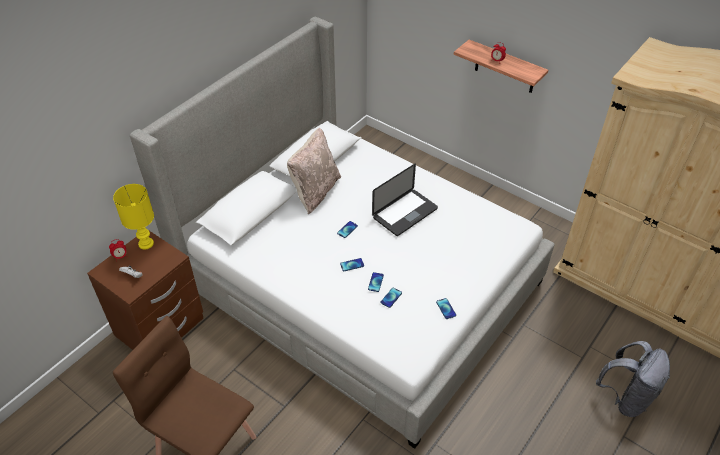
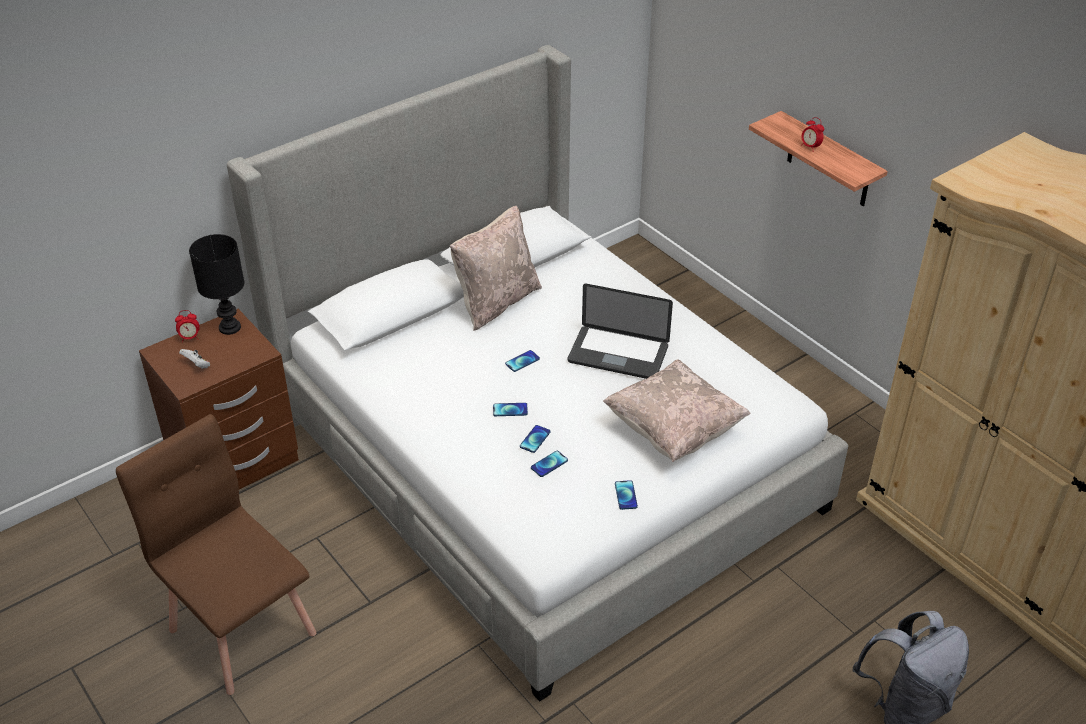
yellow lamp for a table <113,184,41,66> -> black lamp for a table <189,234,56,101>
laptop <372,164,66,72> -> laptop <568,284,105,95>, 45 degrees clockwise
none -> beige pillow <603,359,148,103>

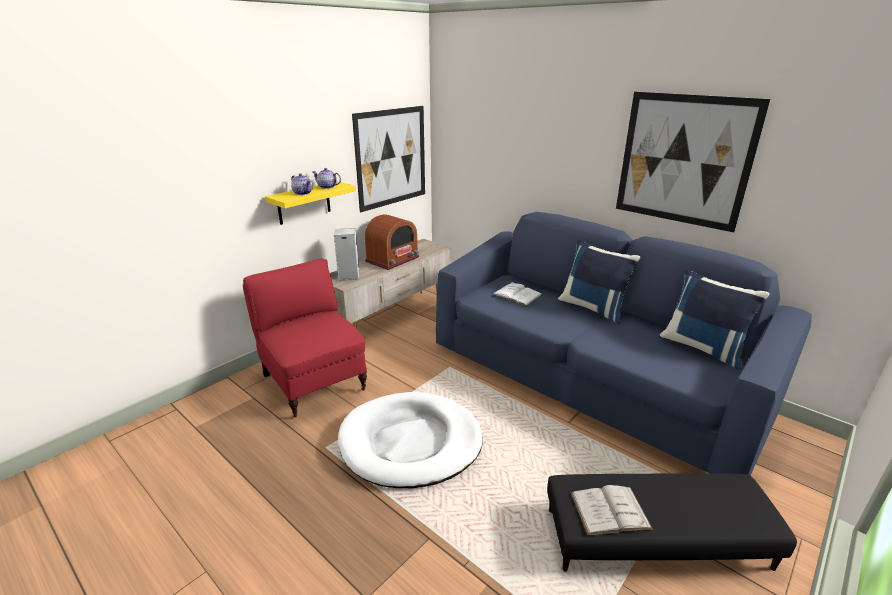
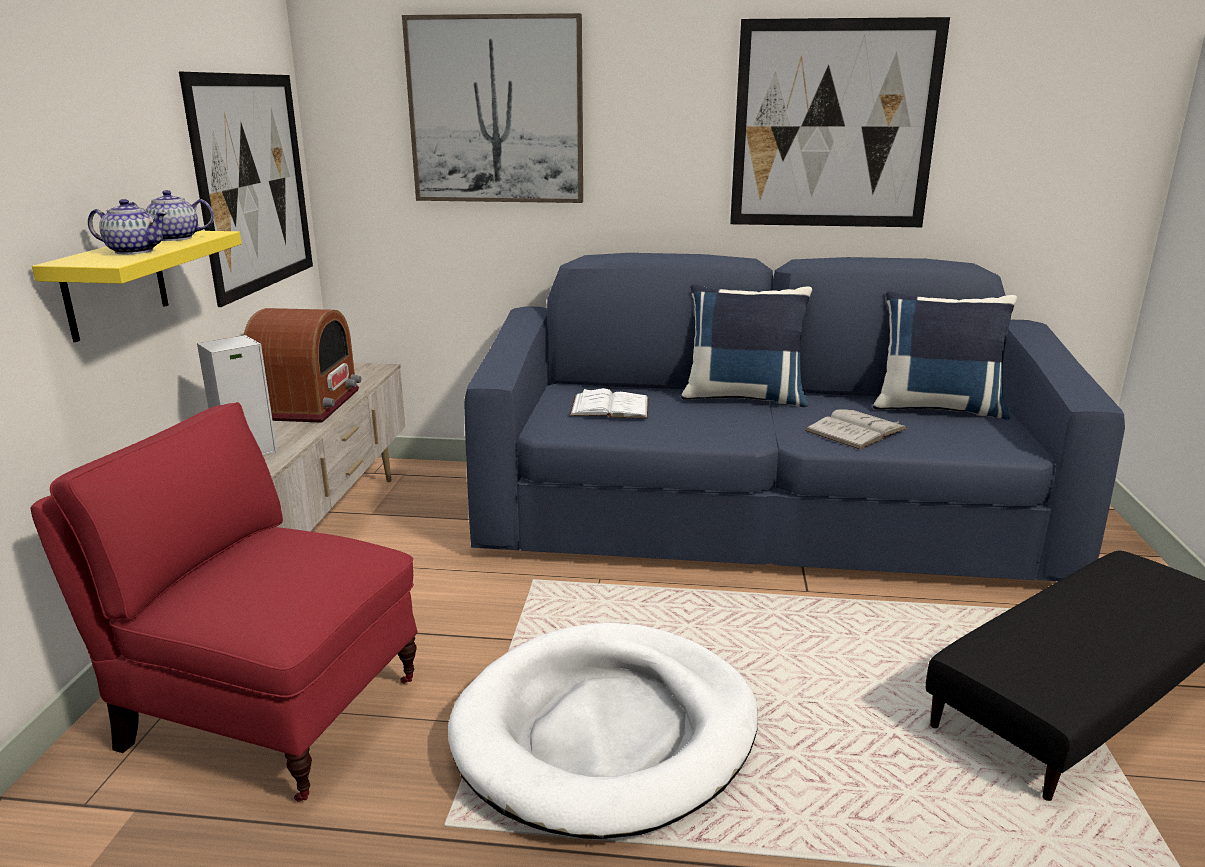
white-coloured book <571,485,82,51> -> white-coloured book <805,409,102,41>, moved
none -> picture <402,13,181,190>

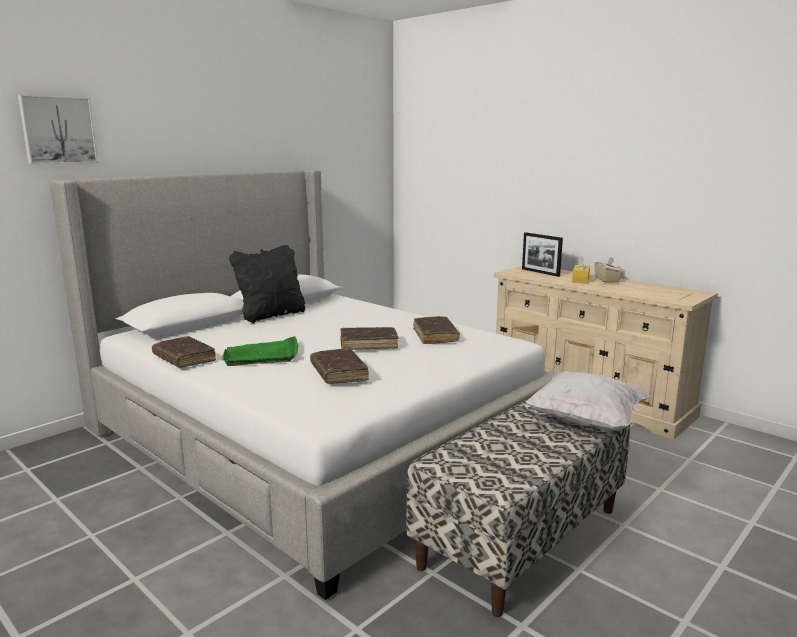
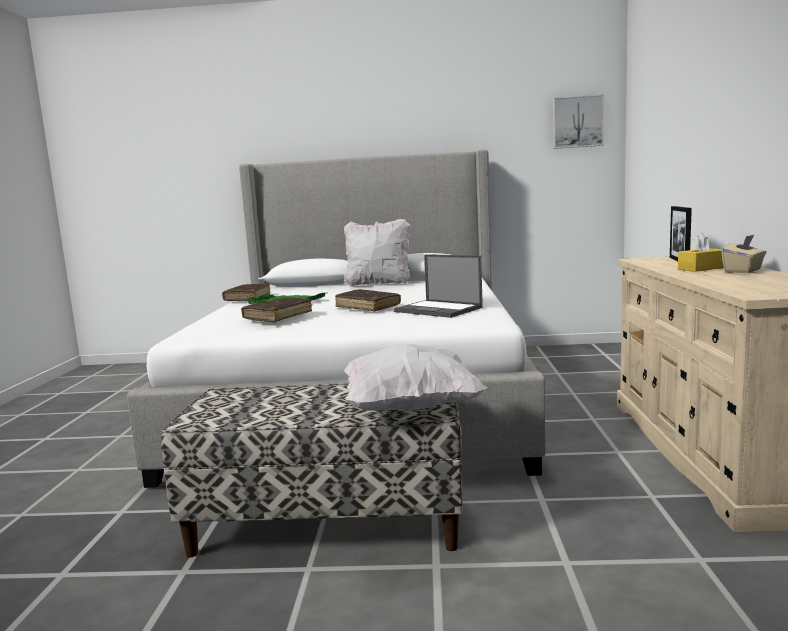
picture <18,95,80,69> -> picture <553,94,51,55>, moved
black pillow <229,245,76,78> -> white-coloured pillow <344,219,66,68>
brown book <413,316,47,28> -> laptop <394,254,89,64>

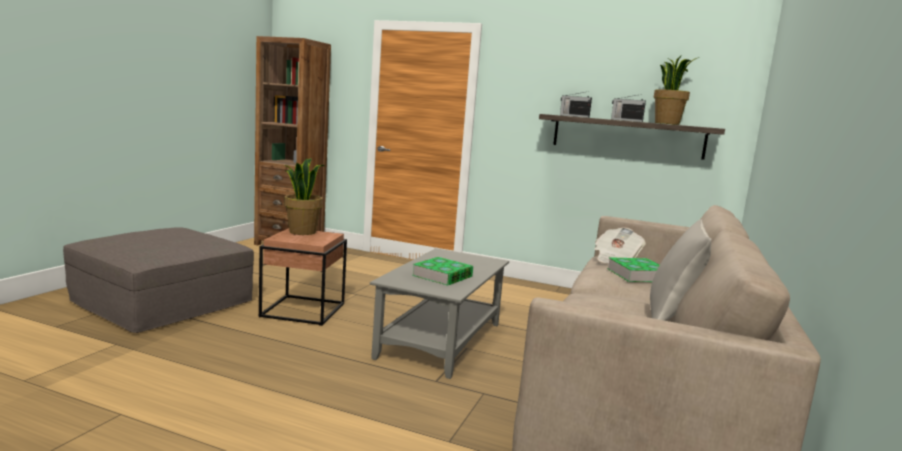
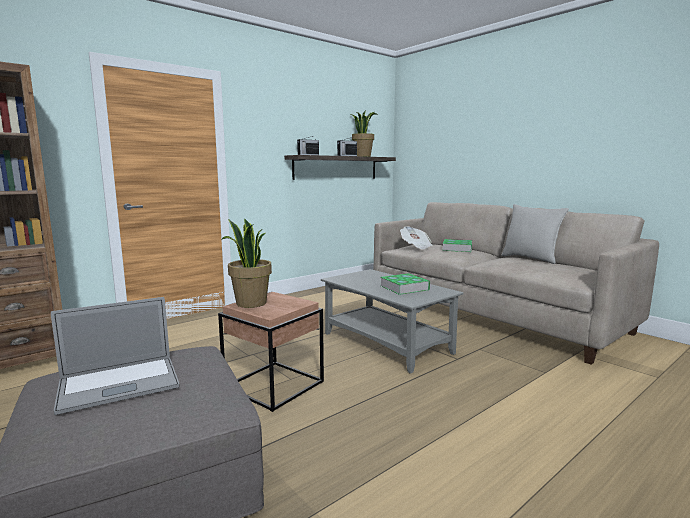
none -> laptop <51,297,128,118>

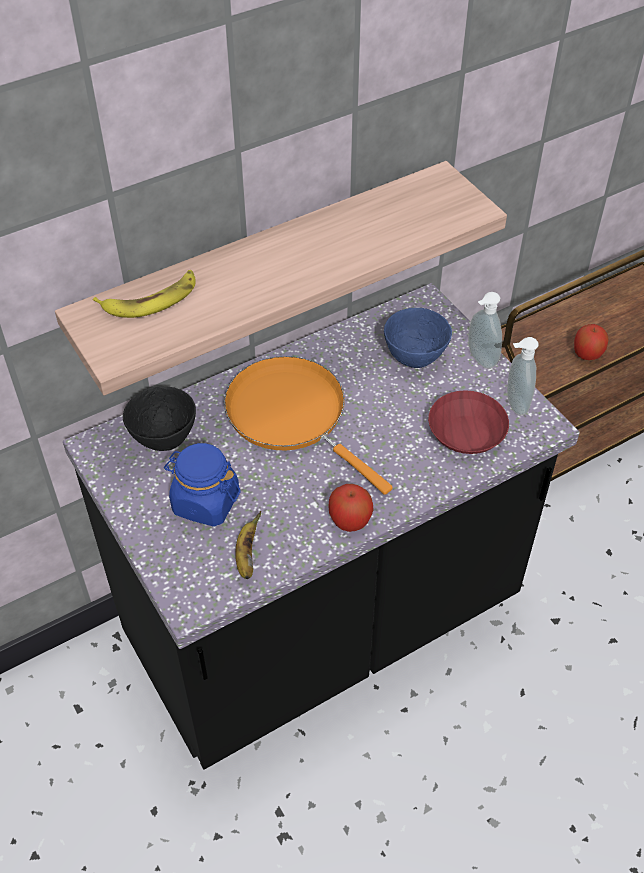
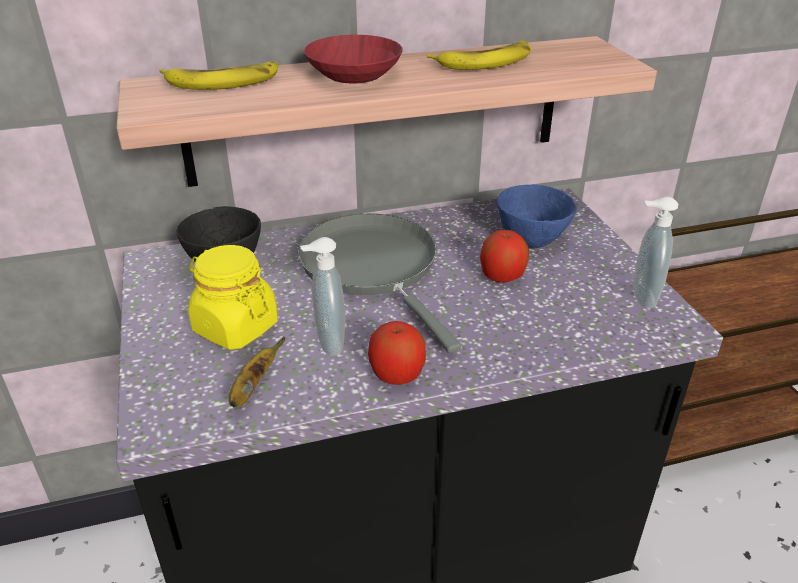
blue-coloured preserve jar <164,443,77,84> -> yellow preserve jar <188,245,90,105>
orange-coloured skillet <224,356,169,139> -> grey skillet <298,214,163,139>
red bowl <428,390,81,64> -> red bowl <304,35,99,48>, moved
liquid soap bottle <468,292,34,77> -> liquid soap bottle <300,237,45,119>, moved
whole apple <574,324,35,36> -> whole apple <480,230,49,53>, moved
none -> banana <427,40,104,30>

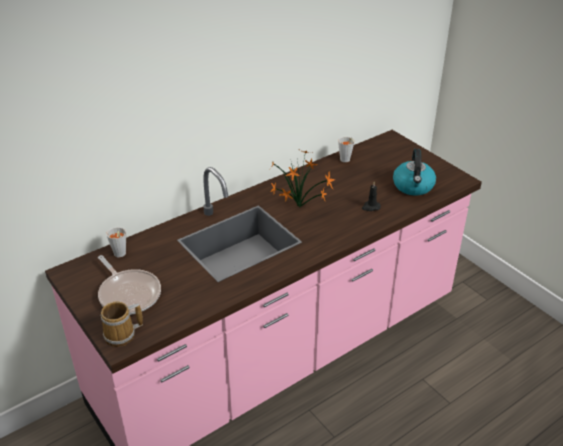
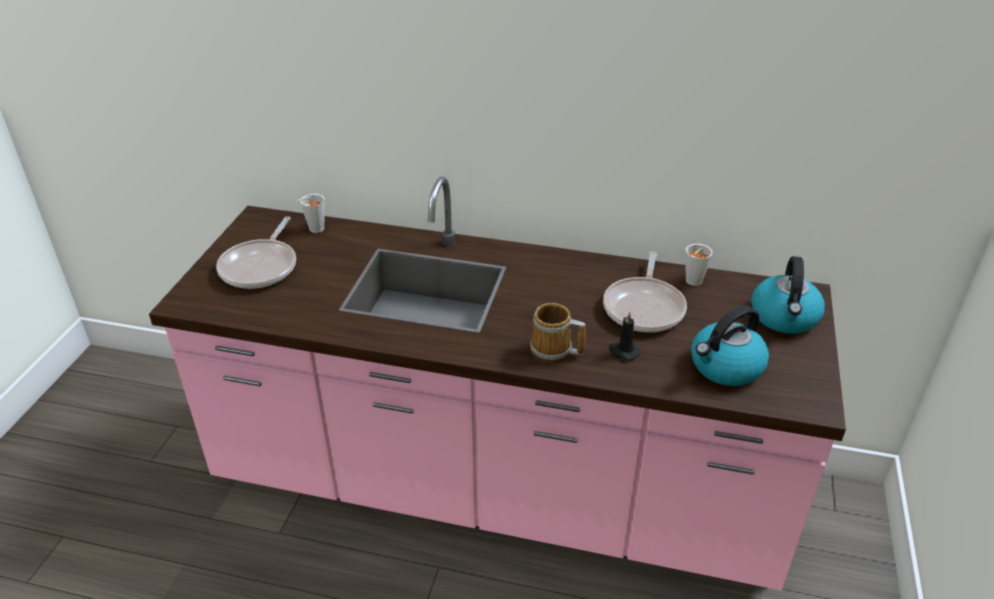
coffee mug <100,301,43,46> -> coffee mug <530,303,56,60>, moved
houseplant <269,150,66,57> -> none
none -> skillet <603,252,84,80>
none -> water kettle <751,256,74,78>

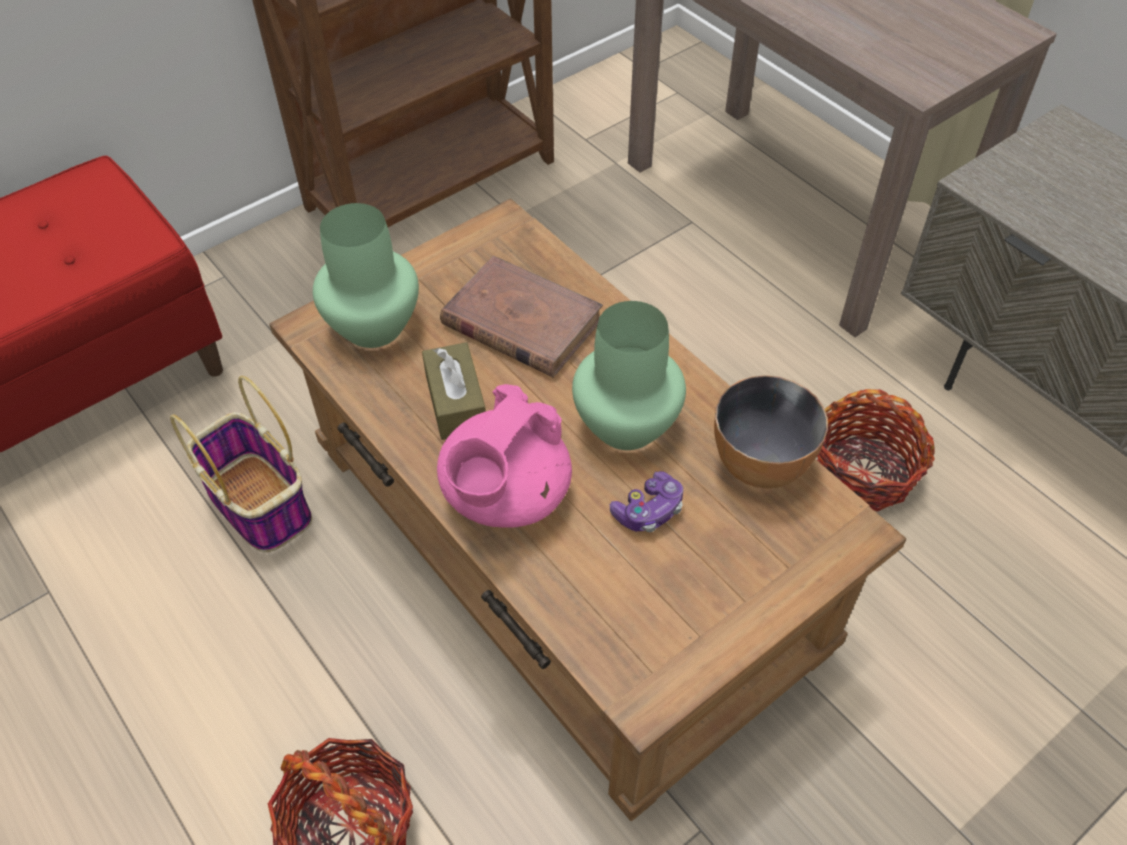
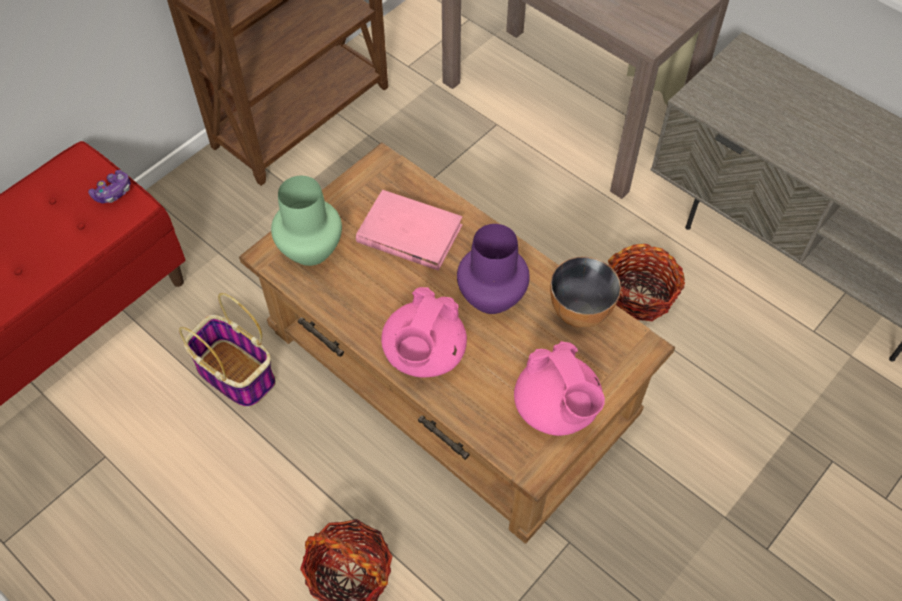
brown box of tissues <422,342,64,98> -> none
brown book <440,256,163,122> -> pinkish book <356,190,107,81>
greenish vase <572,301,114,149> -> purple-coloured vase <457,224,73,90>
joypad <610,471,73,61> -> joypad <88,170,43,33>, moved
none -> pinkish teapot <514,341,91,95>

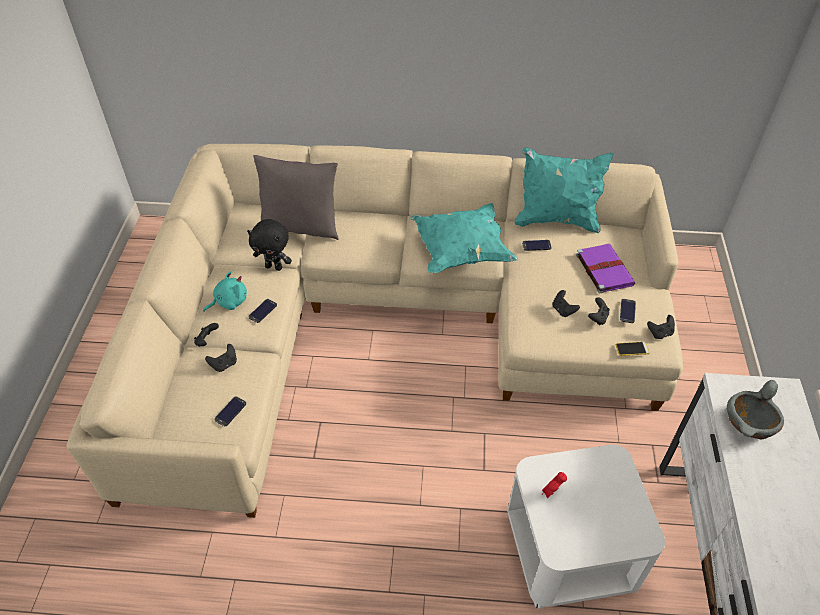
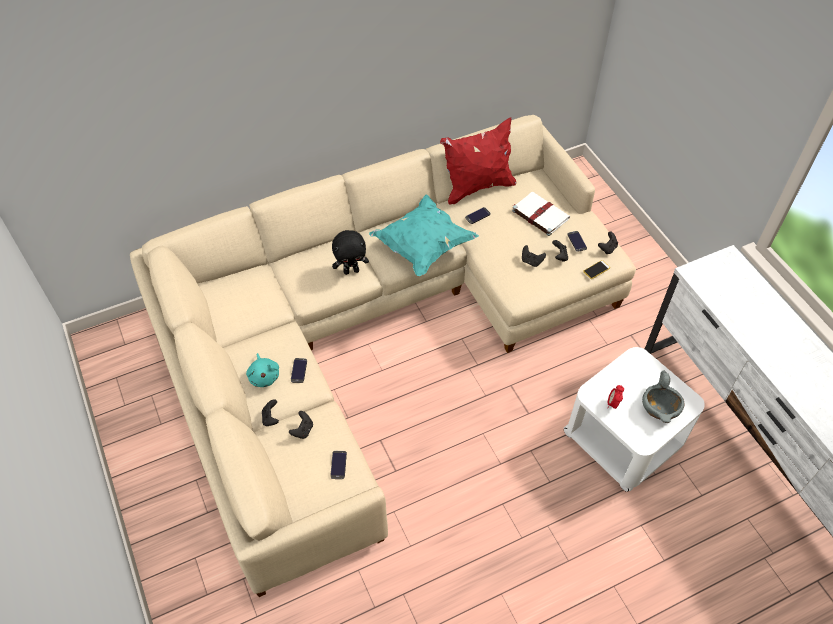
turquoise cuddly toy <203,271,44,41> -> turquoise cuddly toy <246,353,33,34>, 135 degrees clockwise
black cuddly toy <247,219,45,52> -> black cuddly toy <332,230,37,45>, moved
grey pillow <253,155,86,85> -> none
turquoise pillow <515,147,98,86> -> red pillow <440,118,76,87>
purple-coloured book <576,244,59,49> -> white-coloured book <512,192,58,44>
grey bowl <727,380,57,60> -> grey bowl <642,371,42,52>, moved

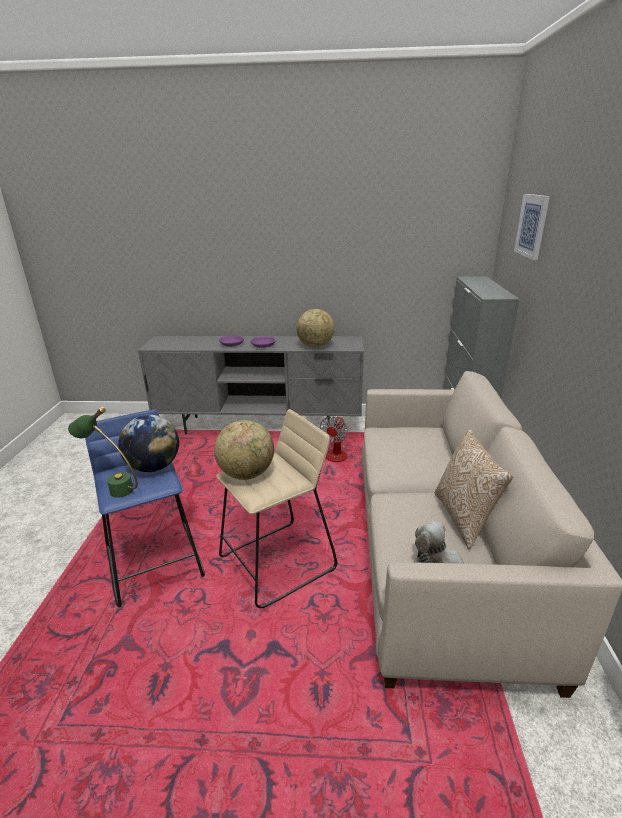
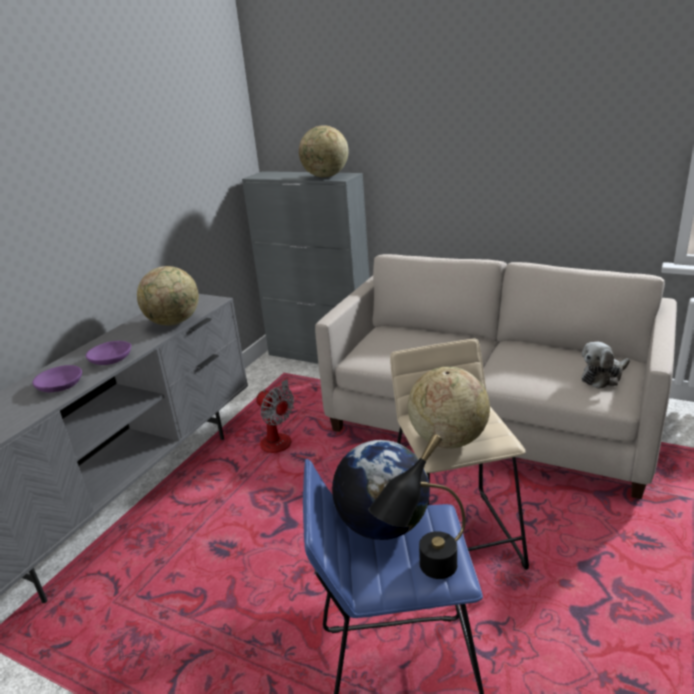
greenish lamp for a table <68,407,70,91> -> black lamp for a table <369,434,97,145>
pillow <435,429,78,121> -> none
picture <514,194,36,66> -> none
none -> world globe <299,125,49,52>

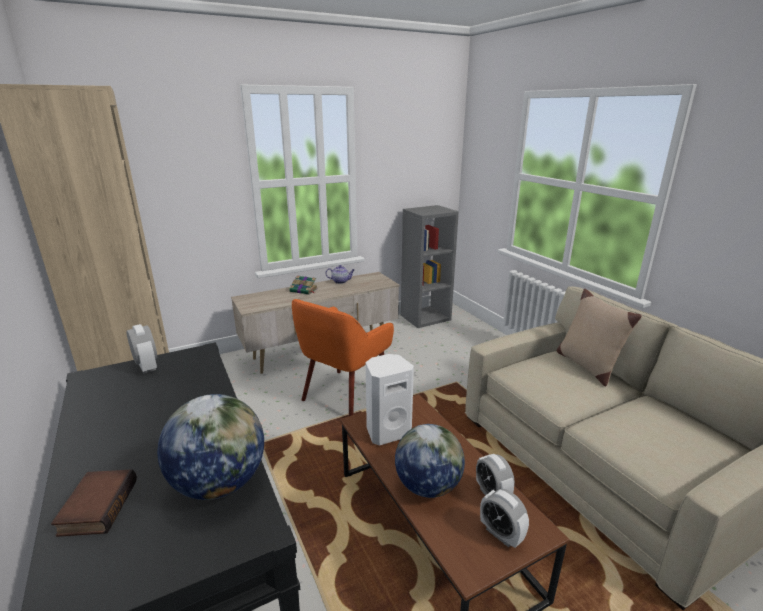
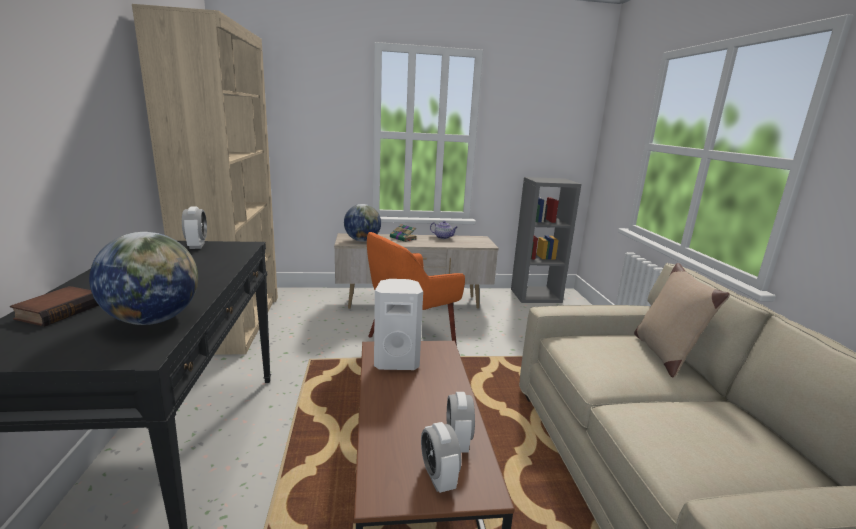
world globe <395,424,70,74> -> world globe <344,204,37,38>, moved

